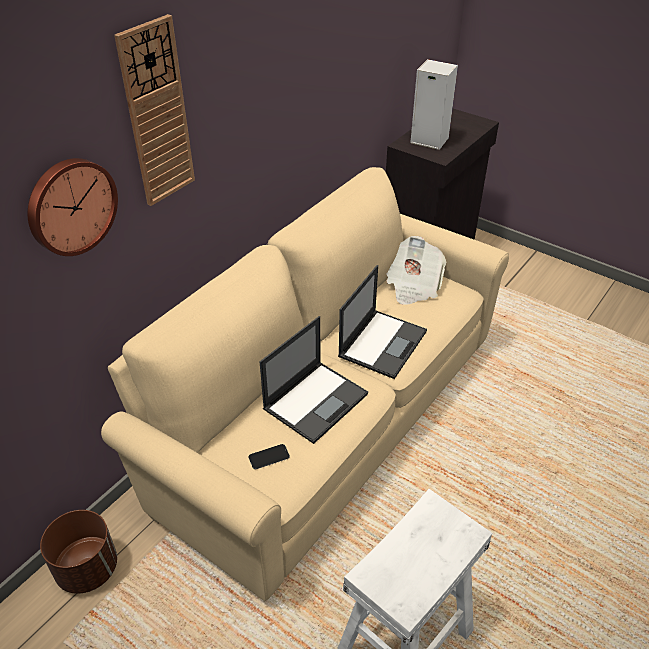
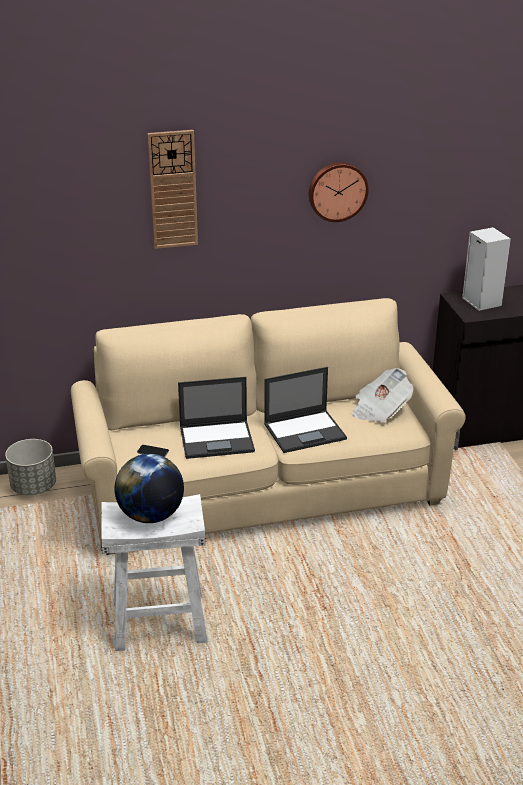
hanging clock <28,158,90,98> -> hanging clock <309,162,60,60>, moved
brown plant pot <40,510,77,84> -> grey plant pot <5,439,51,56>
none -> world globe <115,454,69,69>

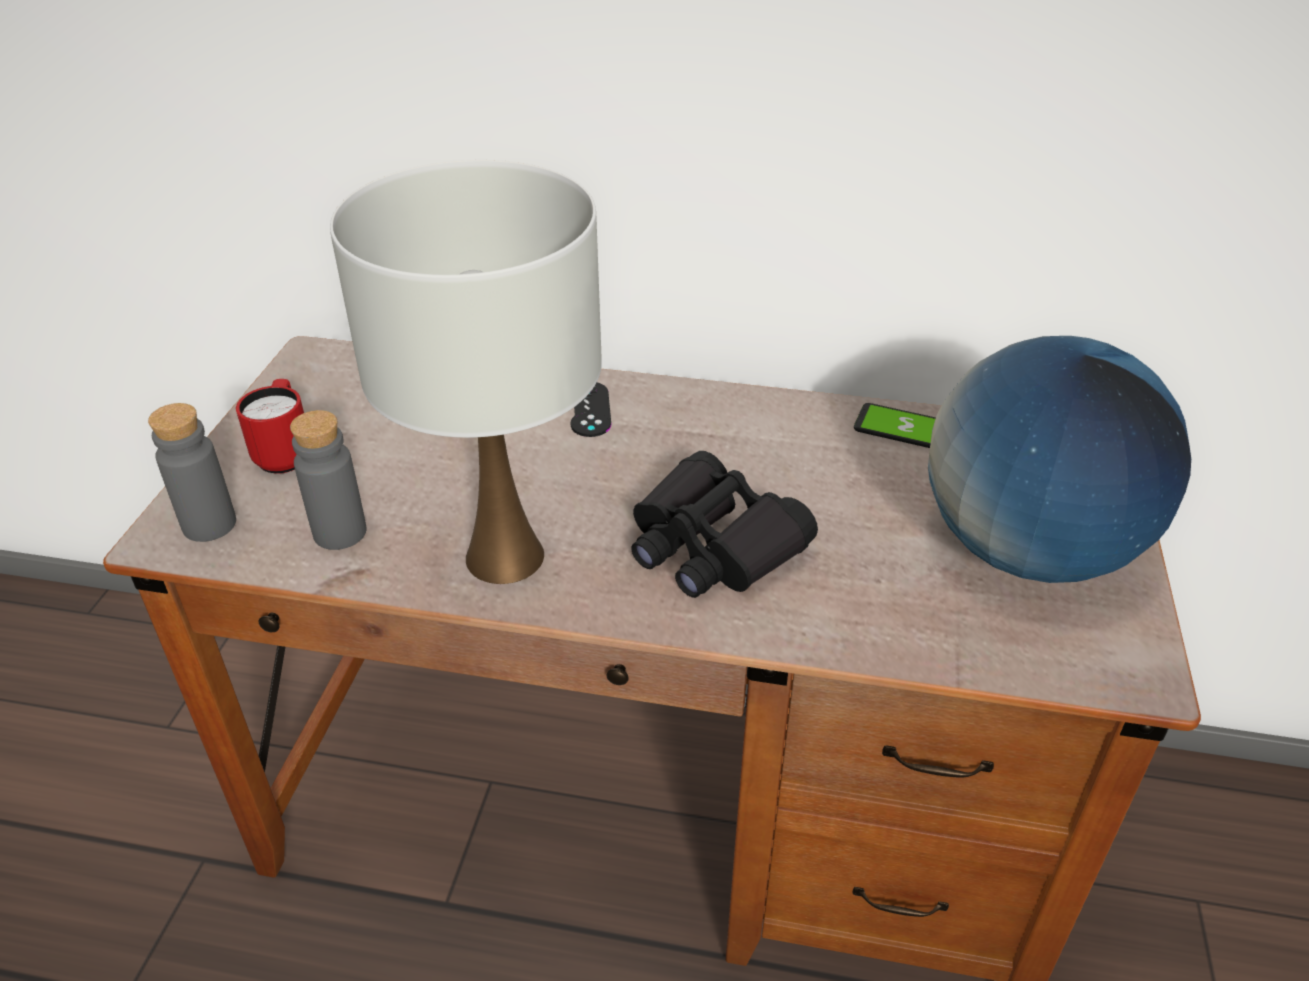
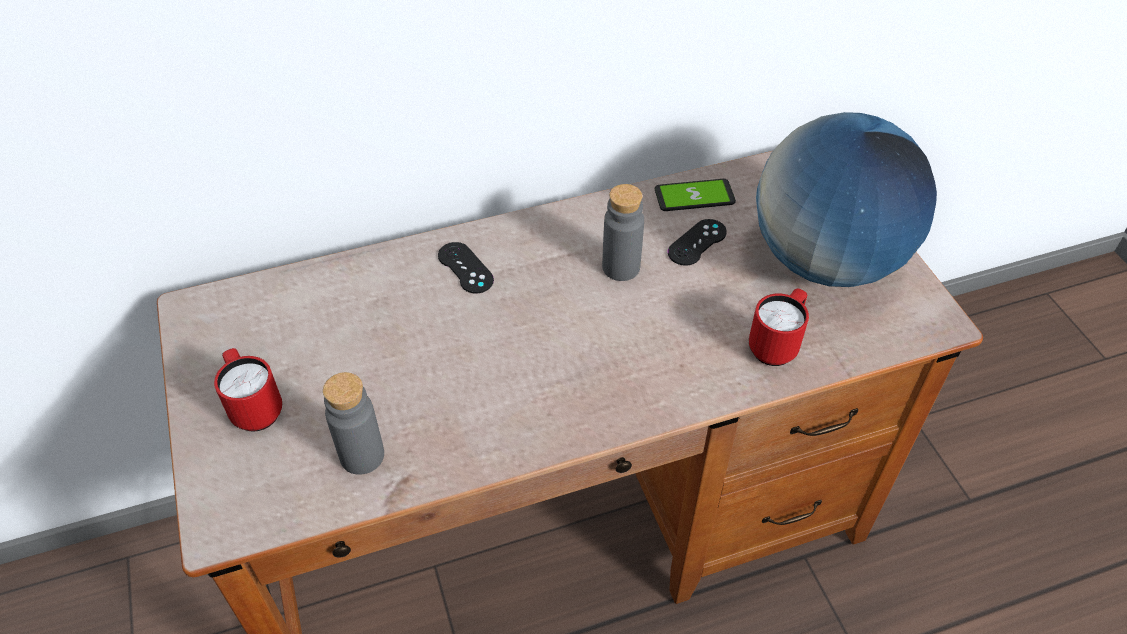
grey bottle <148,403,88,139> -> grey bottle <602,184,42,97>, moved
white-coloured lamp for a table <330,160,272,424> -> none
black pair of binoculars <631,451,187,147> -> none
none -> black joypad <668,219,59,47>
none -> red coffee mug <749,288,60,78>

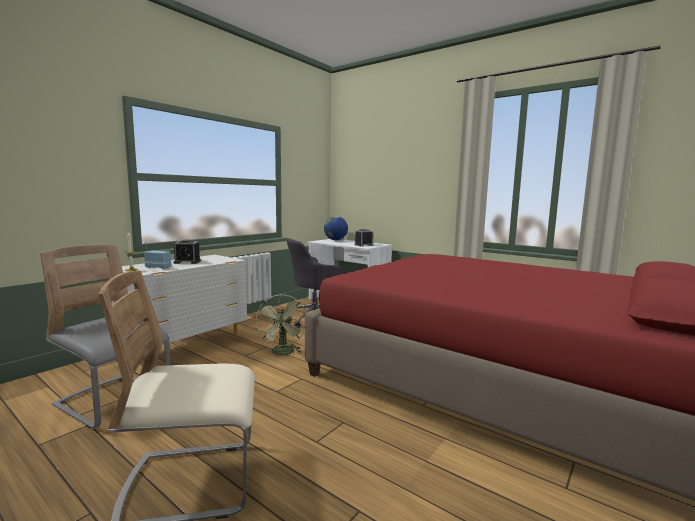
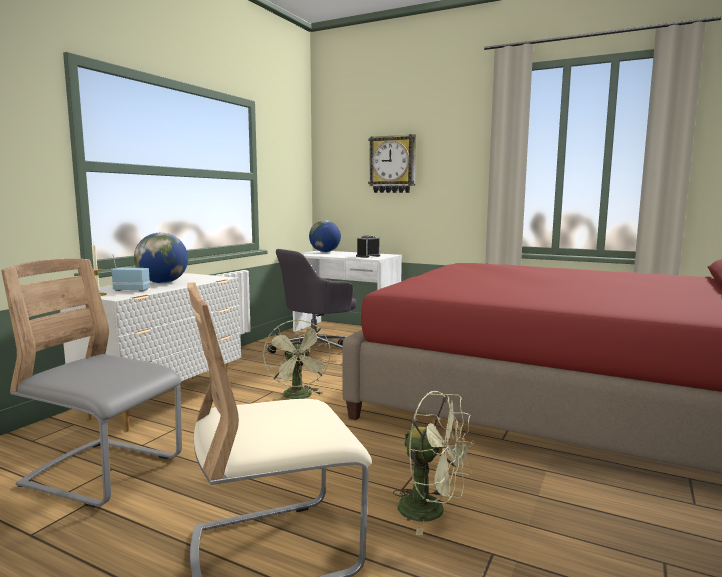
bedside clock <173,240,28,24> -> world globe <134,233,54,50>
none -> hanging clock <368,134,48,59>
none -> greenish fan <393,391,82,144>

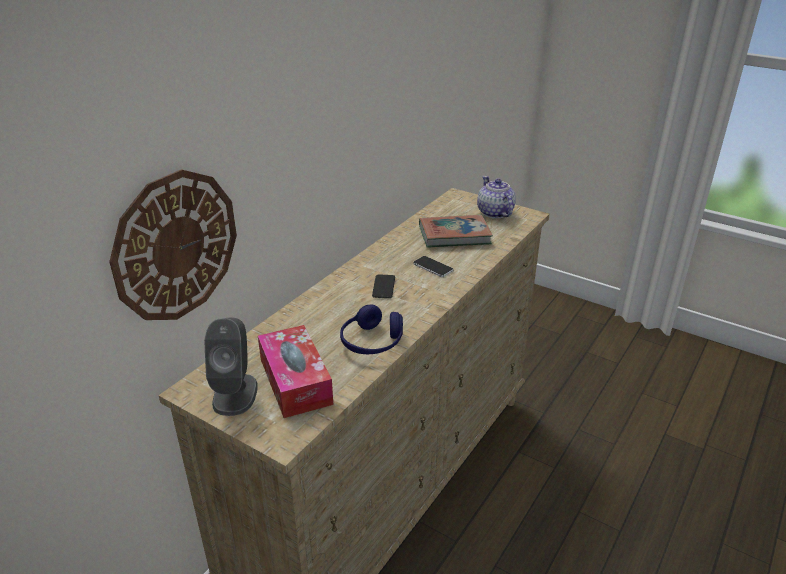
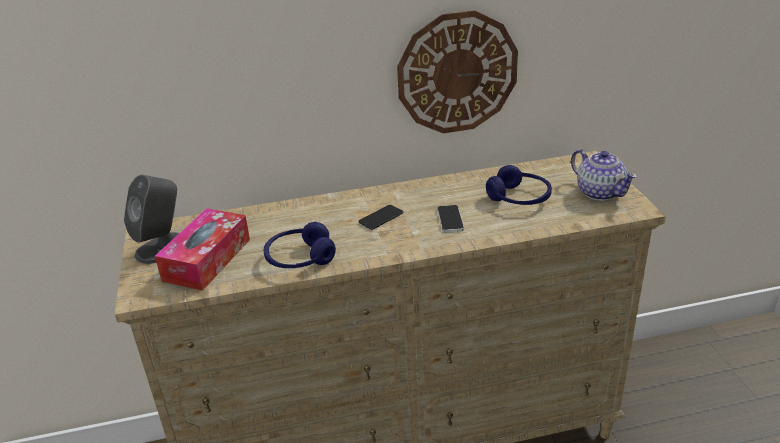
hanging clock <109,169,128,151> -> hanging clock <397,10,121,123>, moved
book <419,215,74,33> -> blue-coloured pair of headphones <486,165,66,40>
teapot <477,176,39,43> -> teapot <571,149,67,52>, 120 degrees clockwise

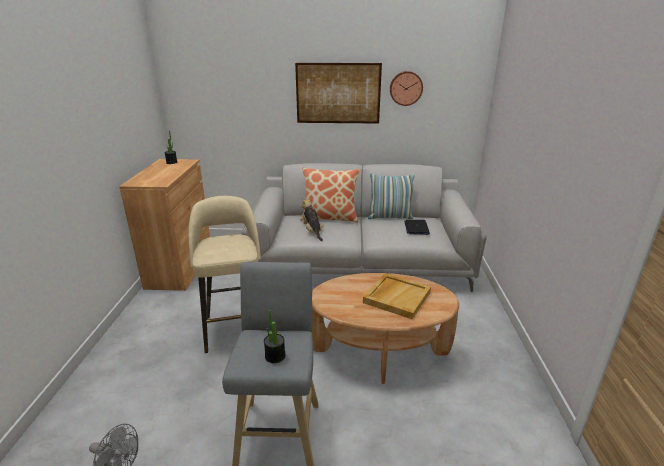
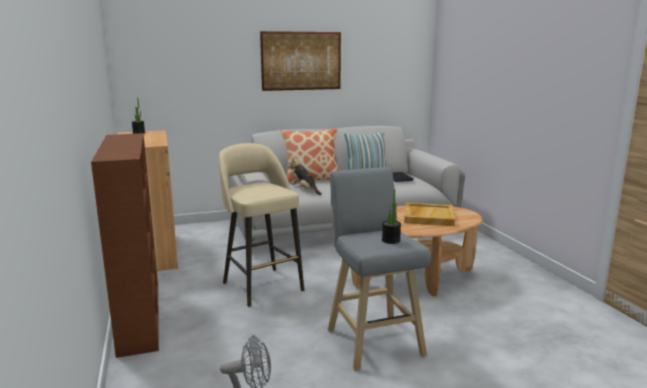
hanging clock <390,71,33,35> -> none
none -> brown shelving unit <91,133,68,225>

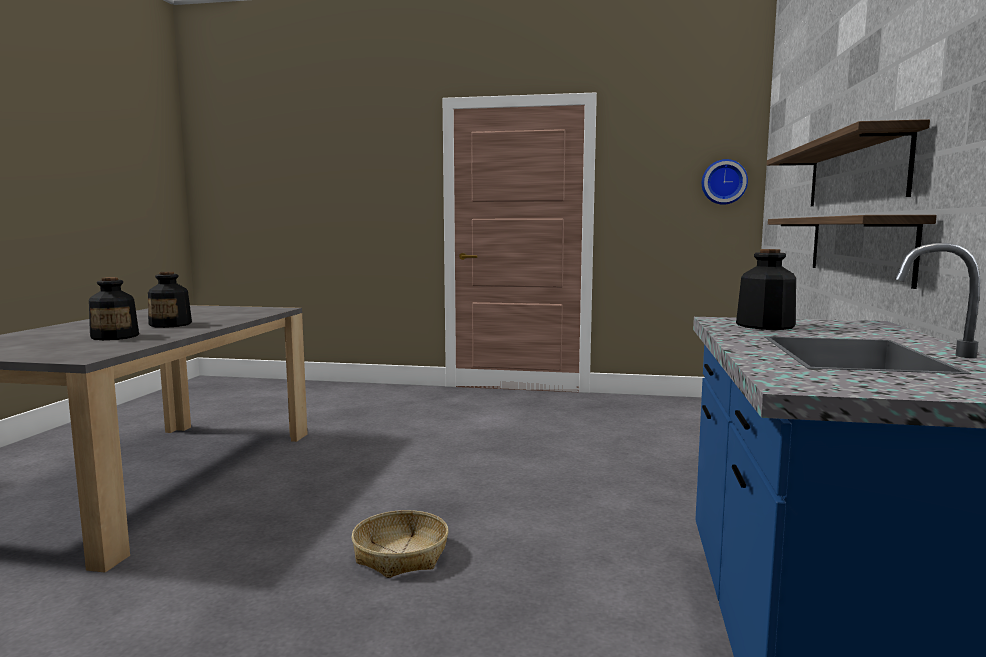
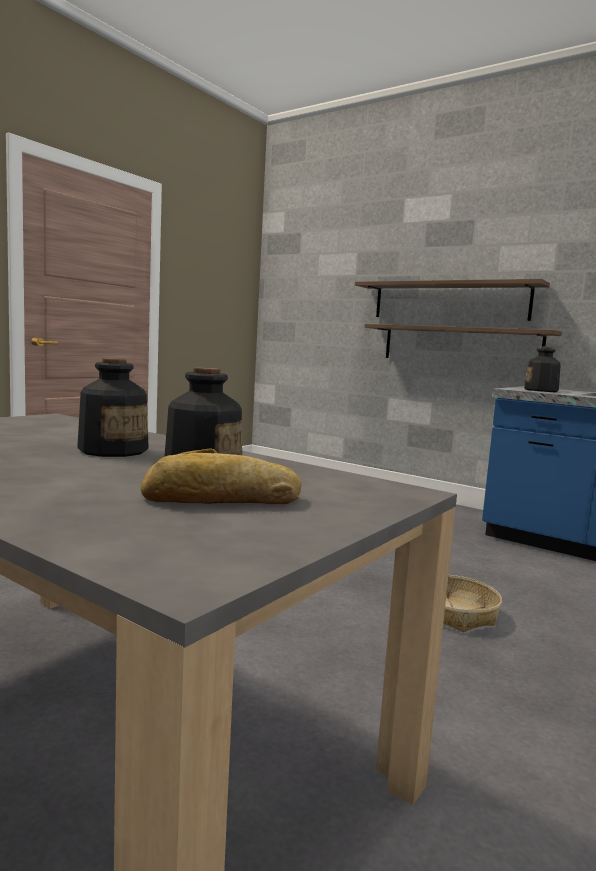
hanging clock <702,159,46,46> -> none
none -> baked bread <141,449,161,56>

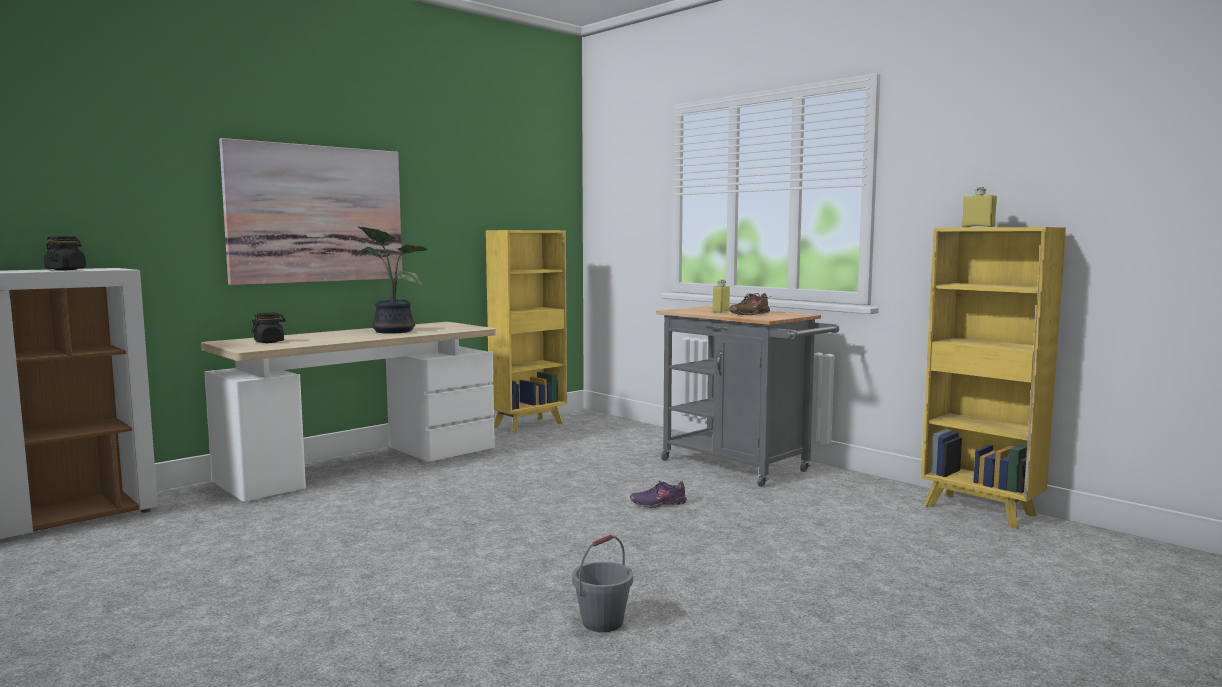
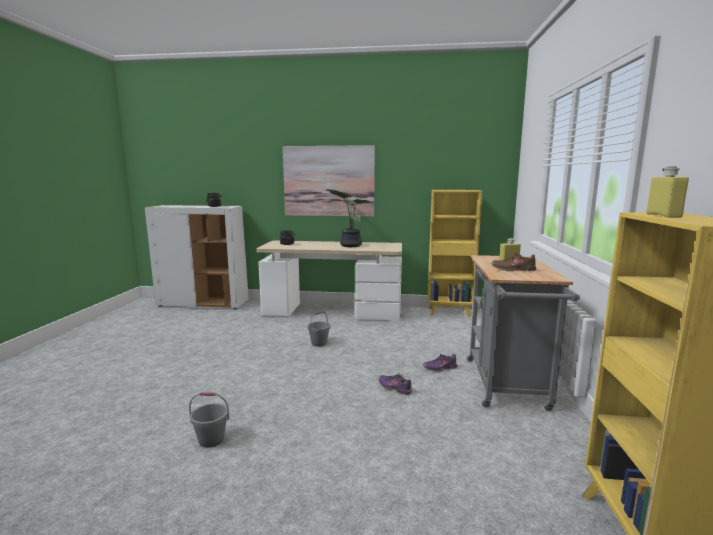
none -> grey pail <307,311,23,35>
none -> purple-coloured item of footwear <423,354,34,18>

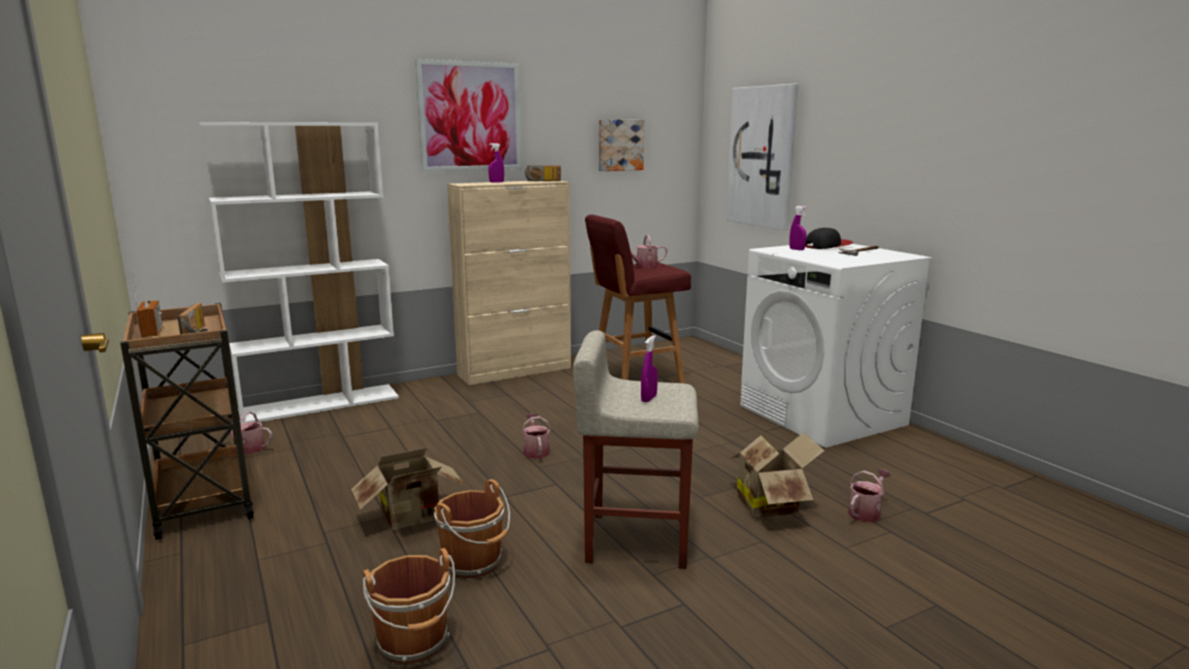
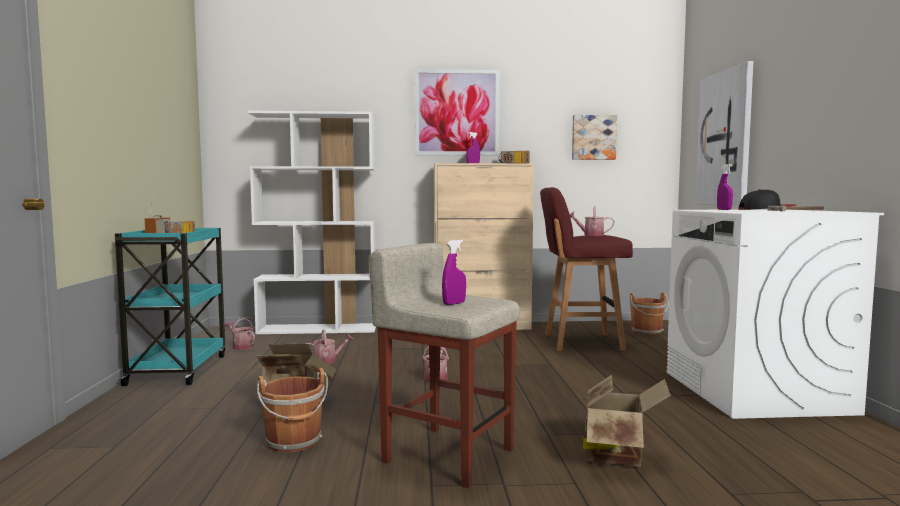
brown trolley <120,303,134,237> -> turquoise trolley <115,228,110,158>
brown pail <363,548,92,115> -> brown pail <630,293,39,42>, moved
watering pot <848,469,43,53> -> watering pot <305,329,49,35>, moved

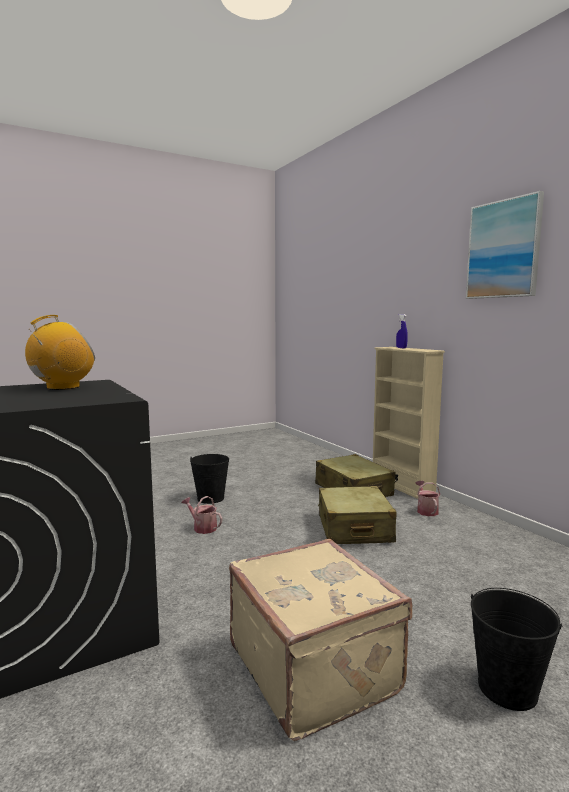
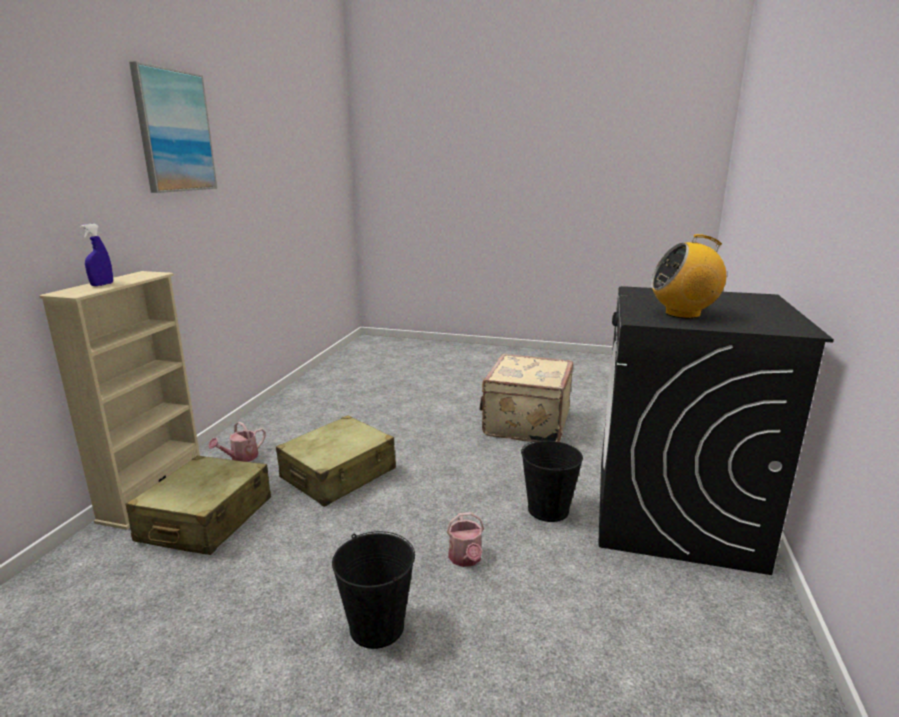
black pail <471,588,91,123> -> black pail <521,438,62,84>, moved

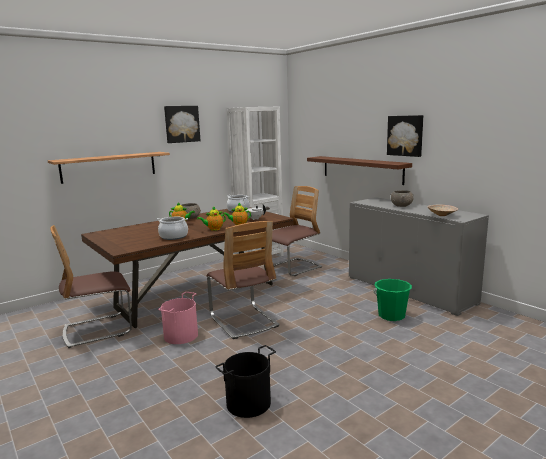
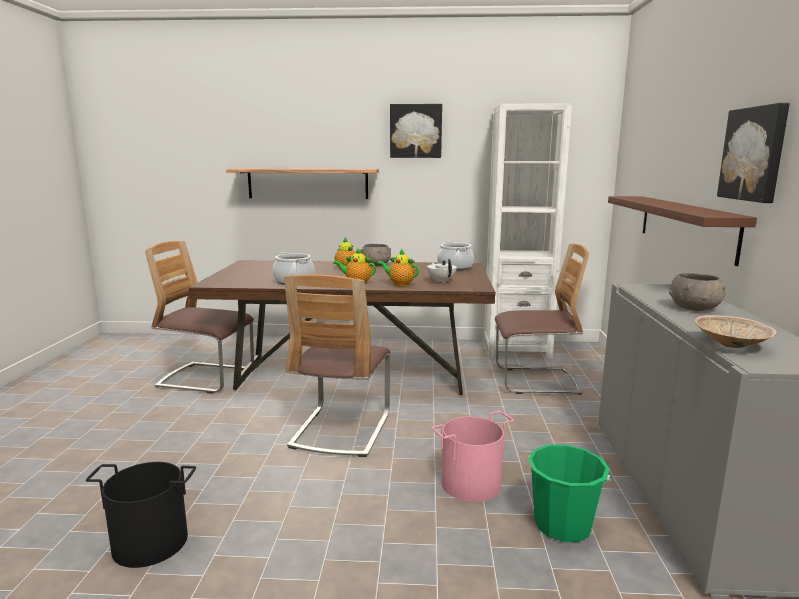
pinkish pail <158,292,40,52> -> pinkish pail <432,411,82,91>, moved

